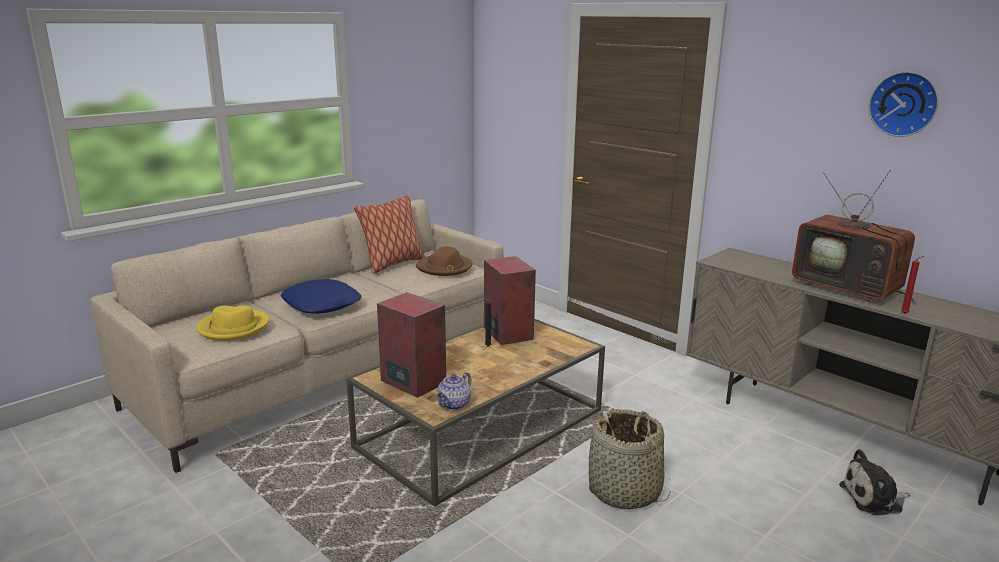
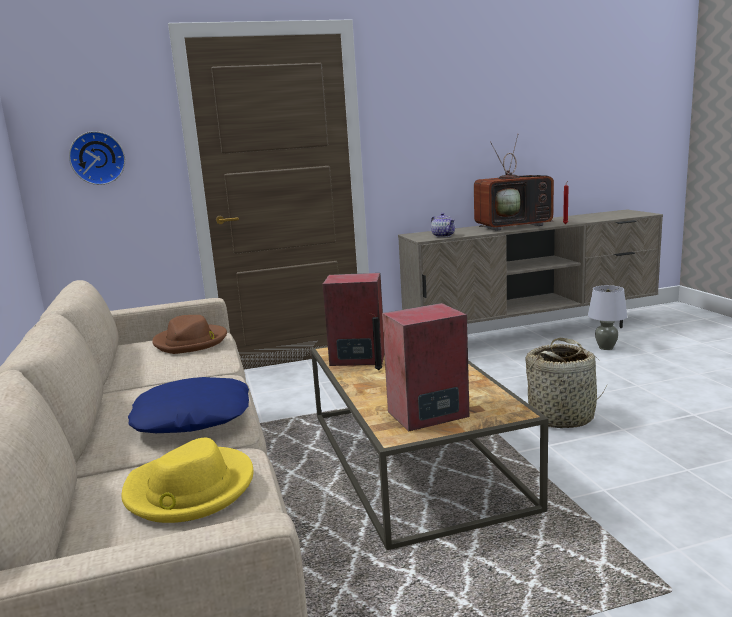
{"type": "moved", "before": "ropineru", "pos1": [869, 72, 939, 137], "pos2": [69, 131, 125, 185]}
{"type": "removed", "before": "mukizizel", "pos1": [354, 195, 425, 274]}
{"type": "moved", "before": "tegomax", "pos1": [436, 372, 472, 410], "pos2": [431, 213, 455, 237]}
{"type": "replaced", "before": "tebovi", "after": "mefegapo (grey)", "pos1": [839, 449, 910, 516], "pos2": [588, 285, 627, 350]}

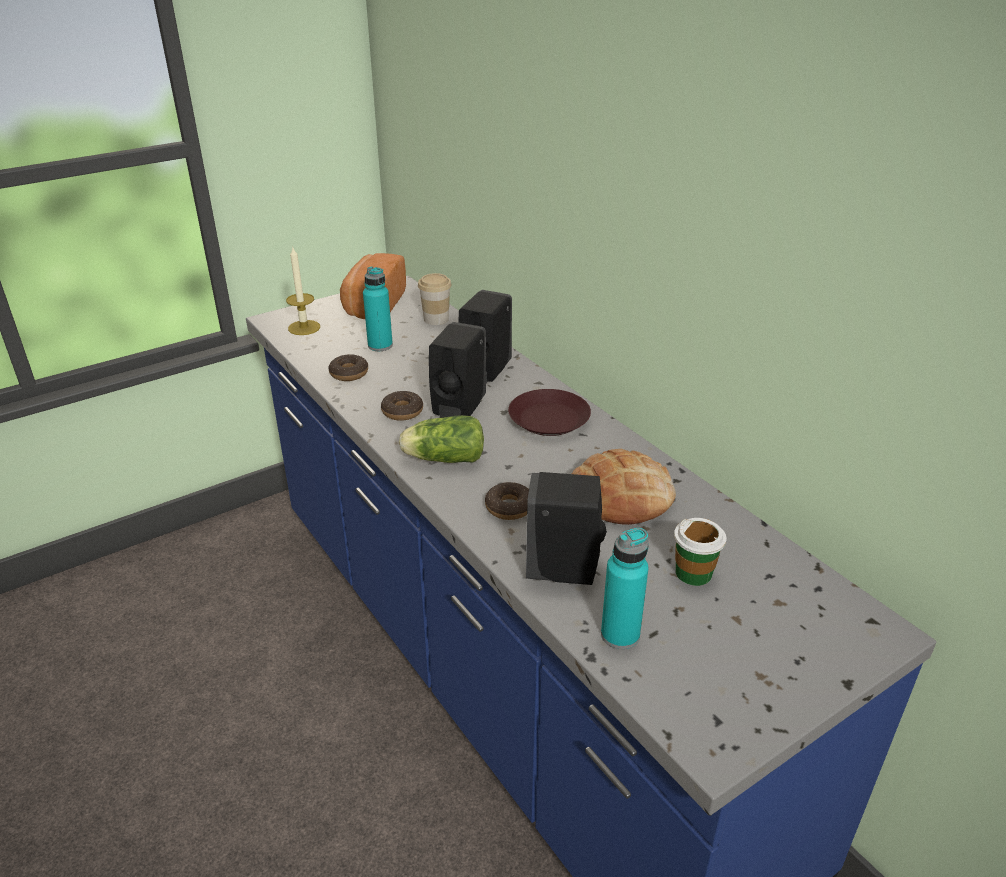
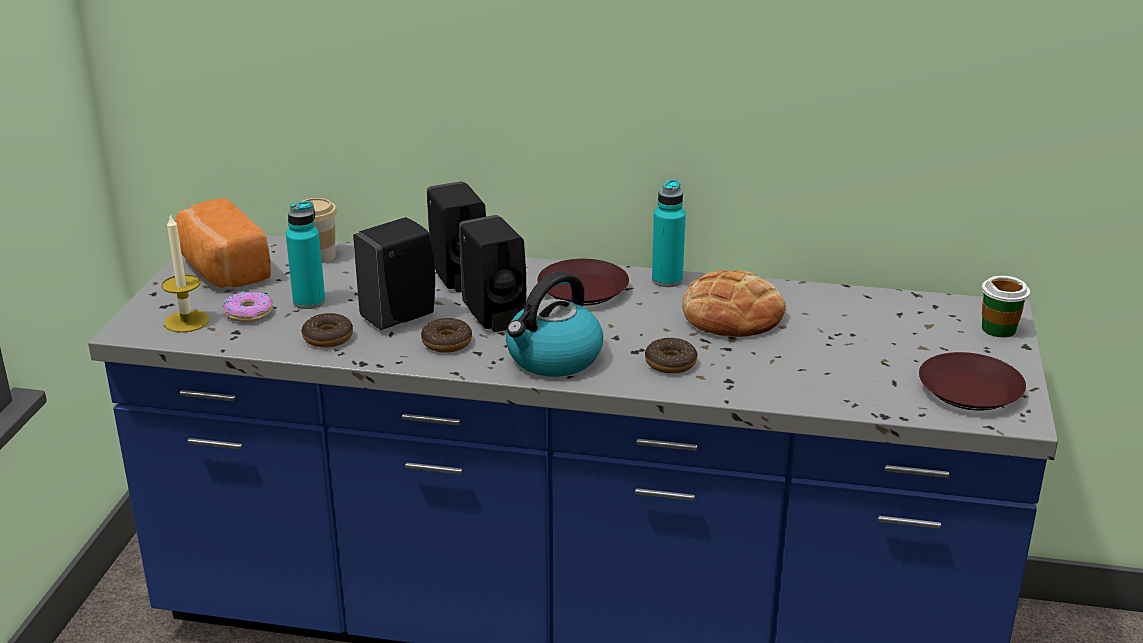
{"type": "replaced", "before": "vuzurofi", "after": "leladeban", "pos1": [399, 415, 484, 463], "pos2": [506, 271, 603, 377]}
{"type": "moved", "before": "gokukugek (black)", "pos1": [526, 472, 607, 585], "pos2": [353, 217, 435, 330]}
{"type": "moved", "before": "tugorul", "pos1": [674, 518, 727, 586], "pos2": [982, 276, 1030, 338]}
{"type": "moved", "before": "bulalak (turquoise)", "pos1": [601, 528, 649, 649], "pos2": [652, 179, 686, 287]}
{"type": "added", "after": "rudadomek", "pos2": [223, 292, 273, 322]}
{"type": "added", "after": "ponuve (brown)", "pos2": [919, 352, 1026, 411]}

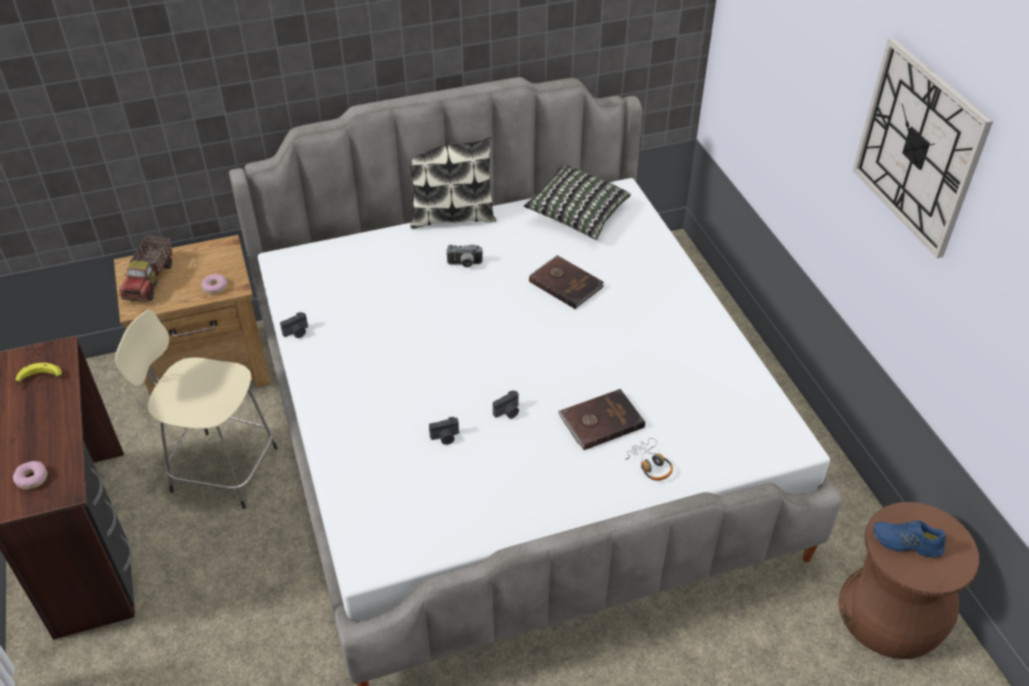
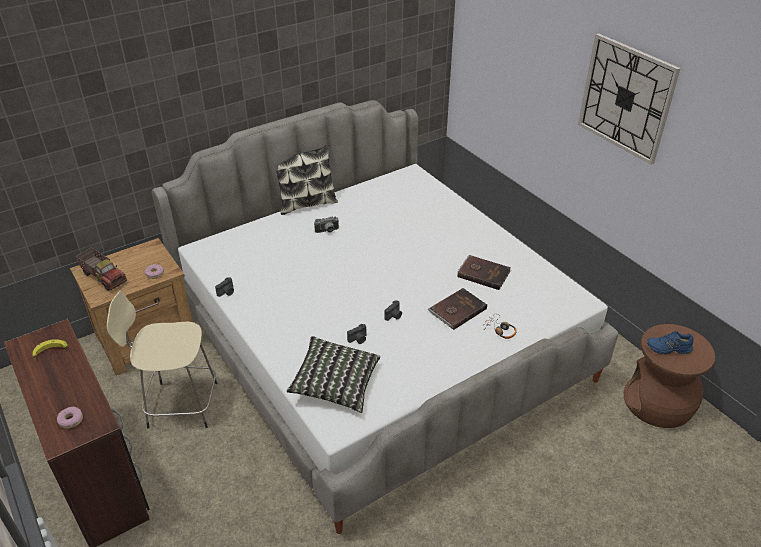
{"type": "moved", "before": "mukizizel", "pos1": [524, 165, 631, 240], "pos2": [287, 336, 380, 413]}
{"type": "turned", "before": "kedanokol", "pos1": [120, 236, 172, 302], "pos2": [76, 247, 127, 291], "turn": -45}
{"type": "moved", "before": "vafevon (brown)", "pos1": [529, 255, 604, 309], "pos2": [457, 255, 511, 290]}

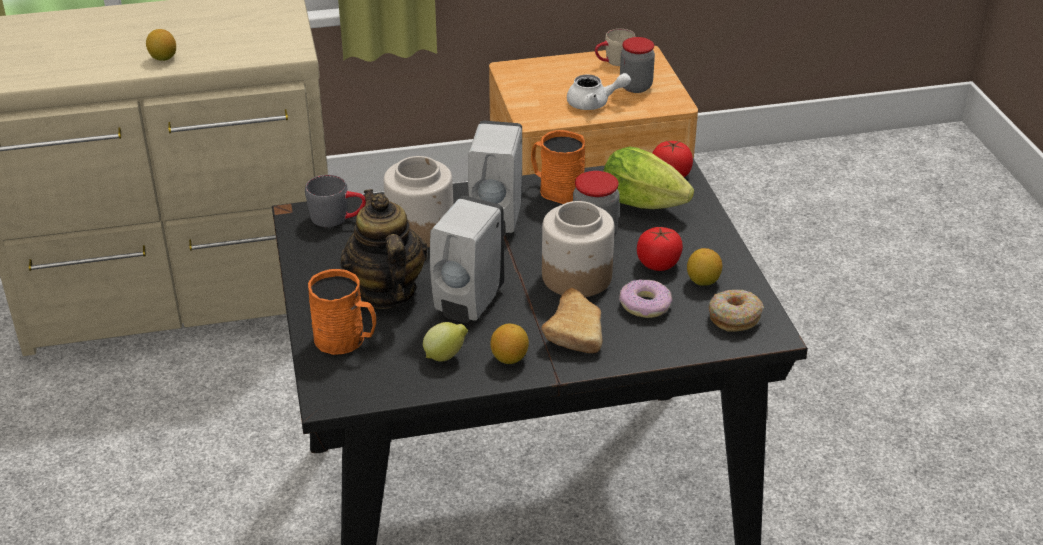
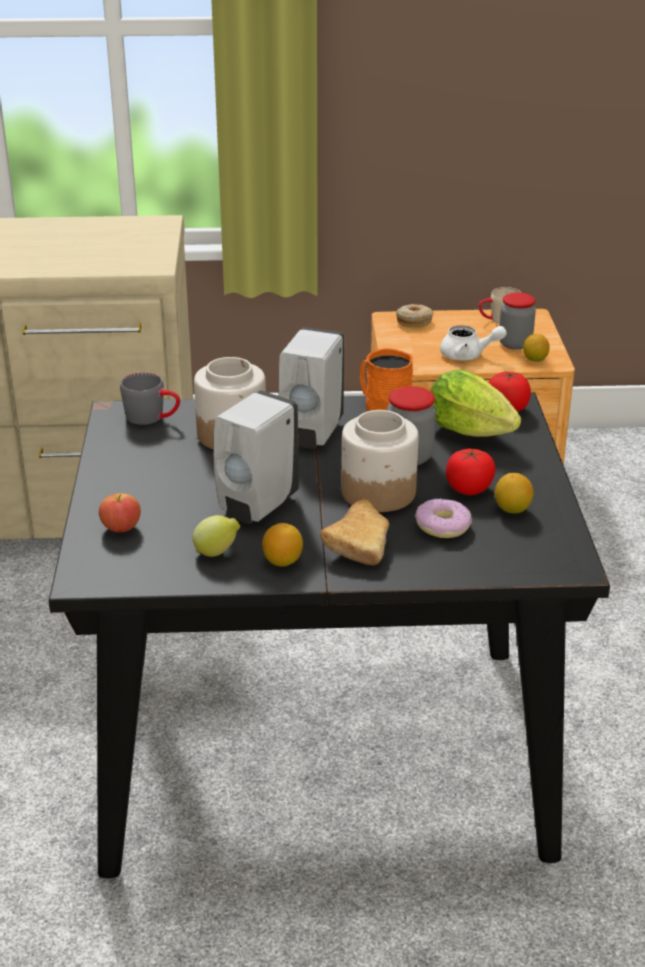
{"type": "moved", "before": "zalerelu", "pos1": [146, 29, 176, 61], "pos2": [523, 334, 550, 362]}
{"type": "removed", "before": "tegomax", "pos1": [340, 189, 428, 309]}
{"type": "replaced", "before": "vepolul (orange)", "after": "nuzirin", "pos1": [308, 269, 376, 355], "pos2": [99, 493, 141, 533]}
{"type": "moved", "before": "rudadomek", "pos1": [709, 290, 764, 332], "pos2": [396, 304, 433, 328]}

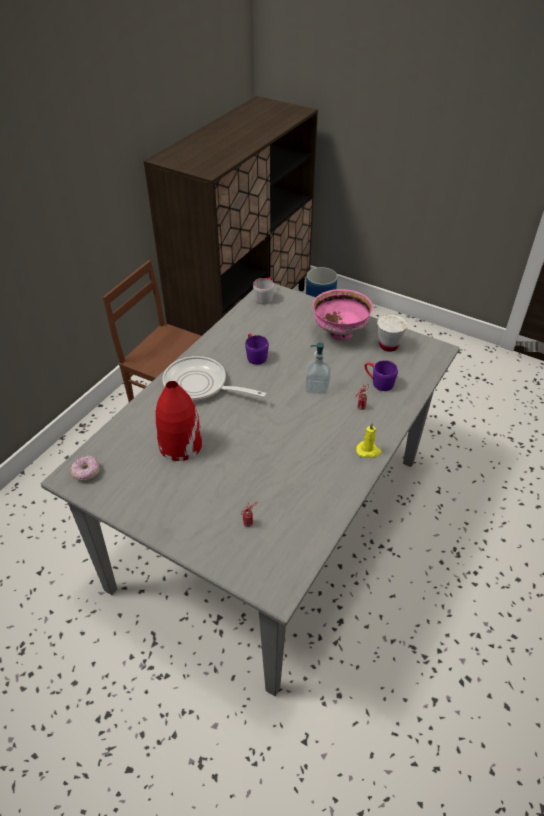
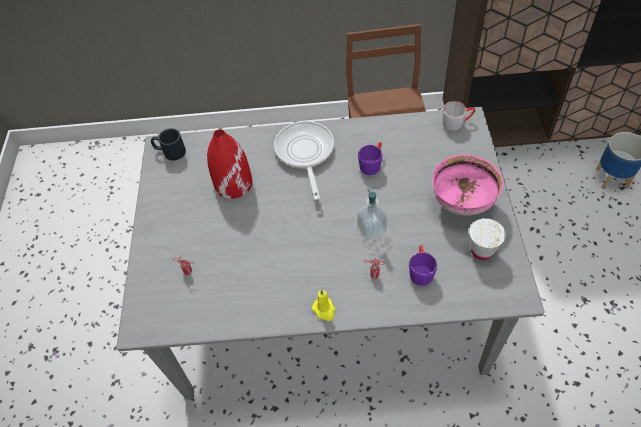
{"type": "replaced", "before": "rudadomek", "after": "vepolul (black)", "pos1": [70, 455, 100, 481], "pos2": [151, 128, 186, 160]}

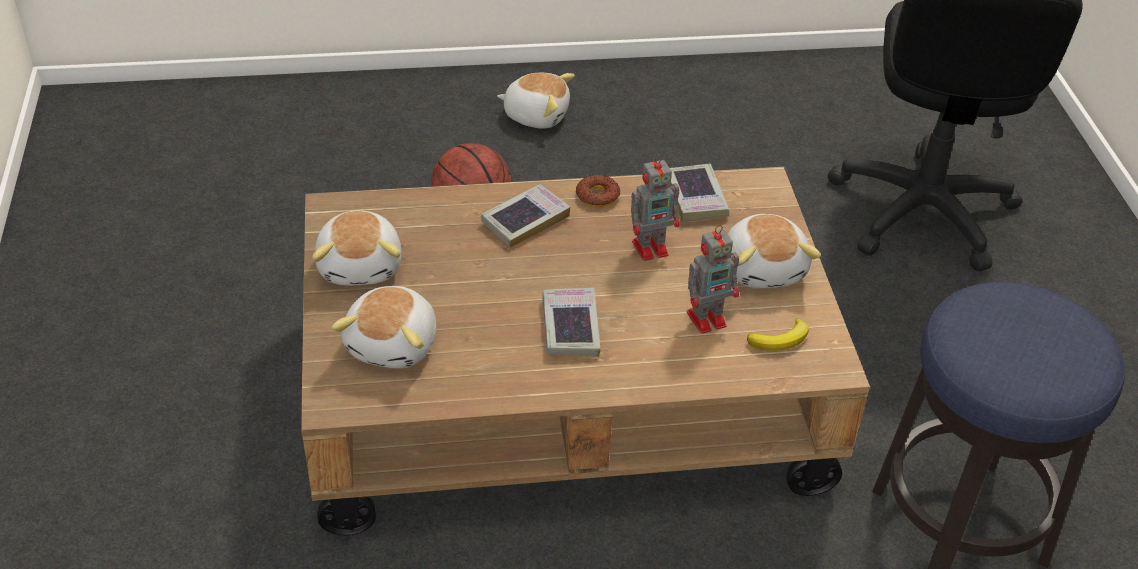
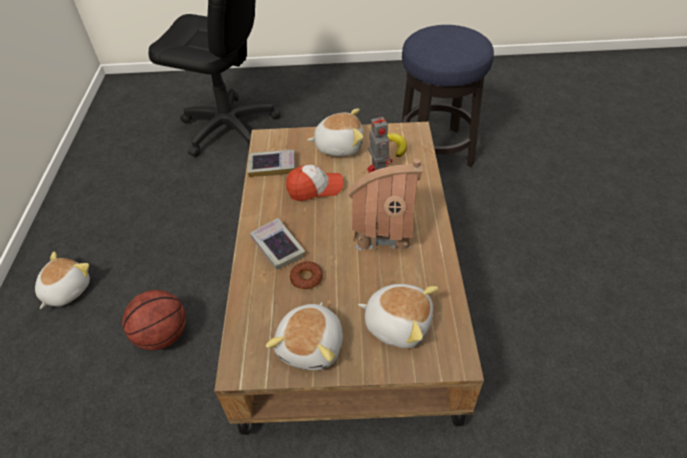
{"type": "replaced", "before": "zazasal", "after": "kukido", "pos1": [631, 155, 680, 261], "pos2": [286, 165, 344, 201]}
{"type": "moved", "before": "rudadomek", "pos1": [576, 174, 620, 207], "pos2": [290, 261, 323, 289]}
{"type": "turned", "before": "tebovi", "pos1": [312, 210, 401, 286], "pos2": [266, 302, 343, 371], "turn": 105}
{"type": "replaced", "before": "vafevon", "after": "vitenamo", "pos1": [542, 288, 601, 357], "pos2": [348, 159, 423, 255]}

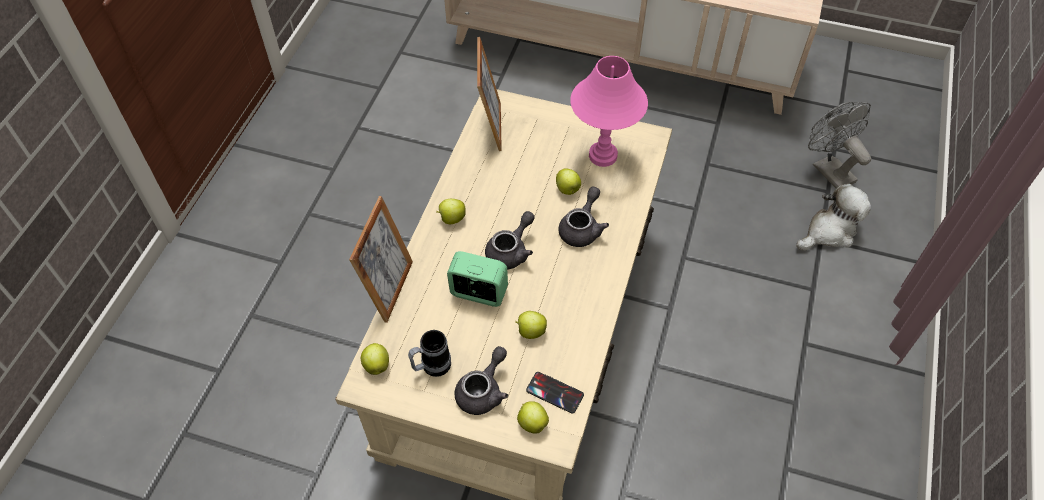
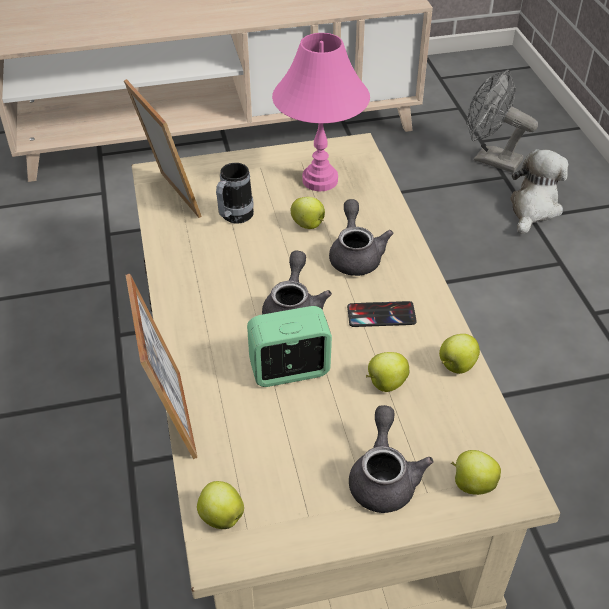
{"type": "moved", "before": "nuzirin", "pos1": [436, 199, 466, 224], "pos2": [439, 334, 480, 374]}
{"type": "moved", "before": "vepolul", "pos1": [408, 330, 451, 377], "pos2": [216, 163, 254, 223]}
{"type": "moved", "before": "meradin", "pos1": [526, 372, 584, 414], "pos2": [347, 301, 417, 327]}

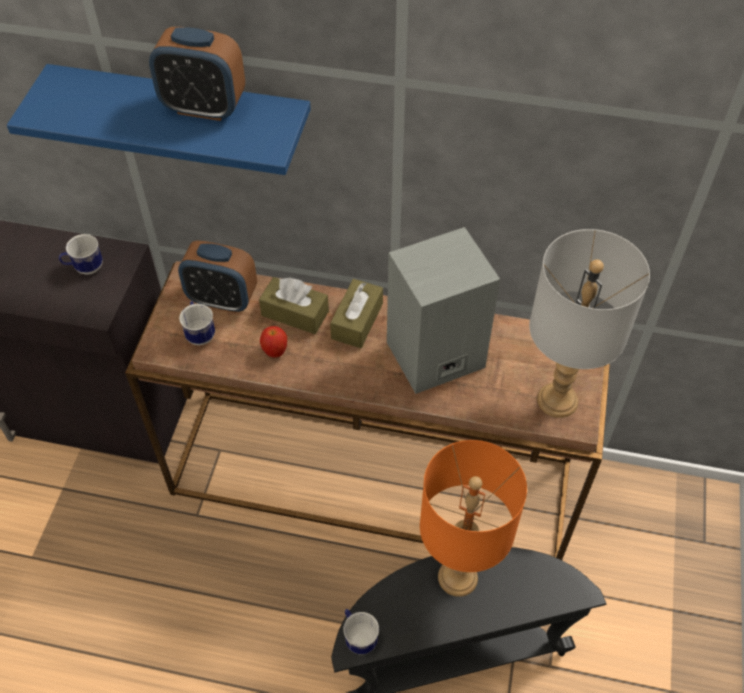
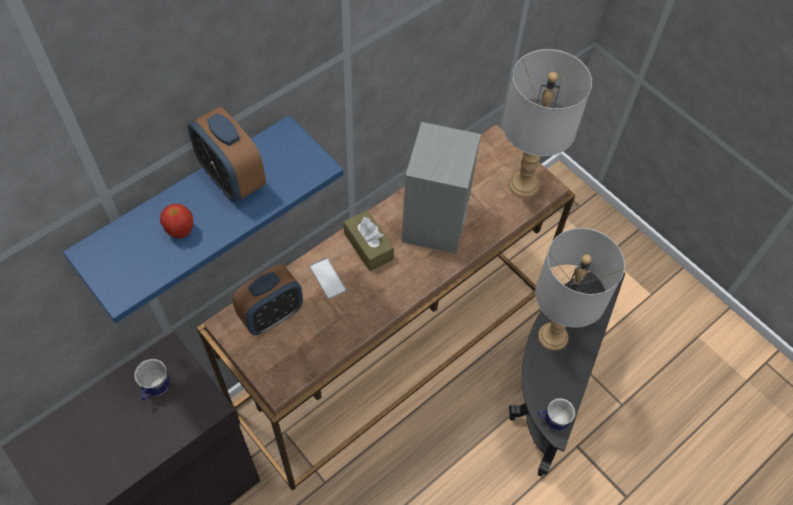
{"type": "turned", "before": "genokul", "pos1": [149, 27, 245, 121], "pos2": [188, 107, 266, 202], "turn": 90}
{"type": "replaced", "before": "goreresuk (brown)", "after": "meradin", "pos1": [259, 277, 329, 334], "pos2": [310, 258, 346, 299]}
{"type": "removed", "before": "vepolul", "pos1": [179, 301, 215, 345]}
{"type": "moved", "before": "nuzirin", "pos1": [260, 326, 287, 358], "pos2": [160, 204, 193, 239]}
{"type": "recoloured", "before": "mefegapo (orange)", "after": "mefegapo (grey)", "pos1": [420, 440, 527, 597], "pos2": [535, 228, 625, 351]}

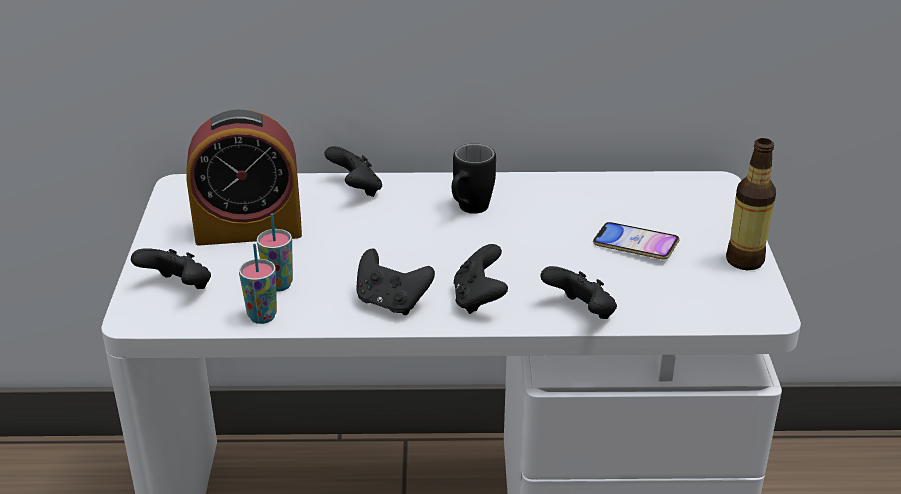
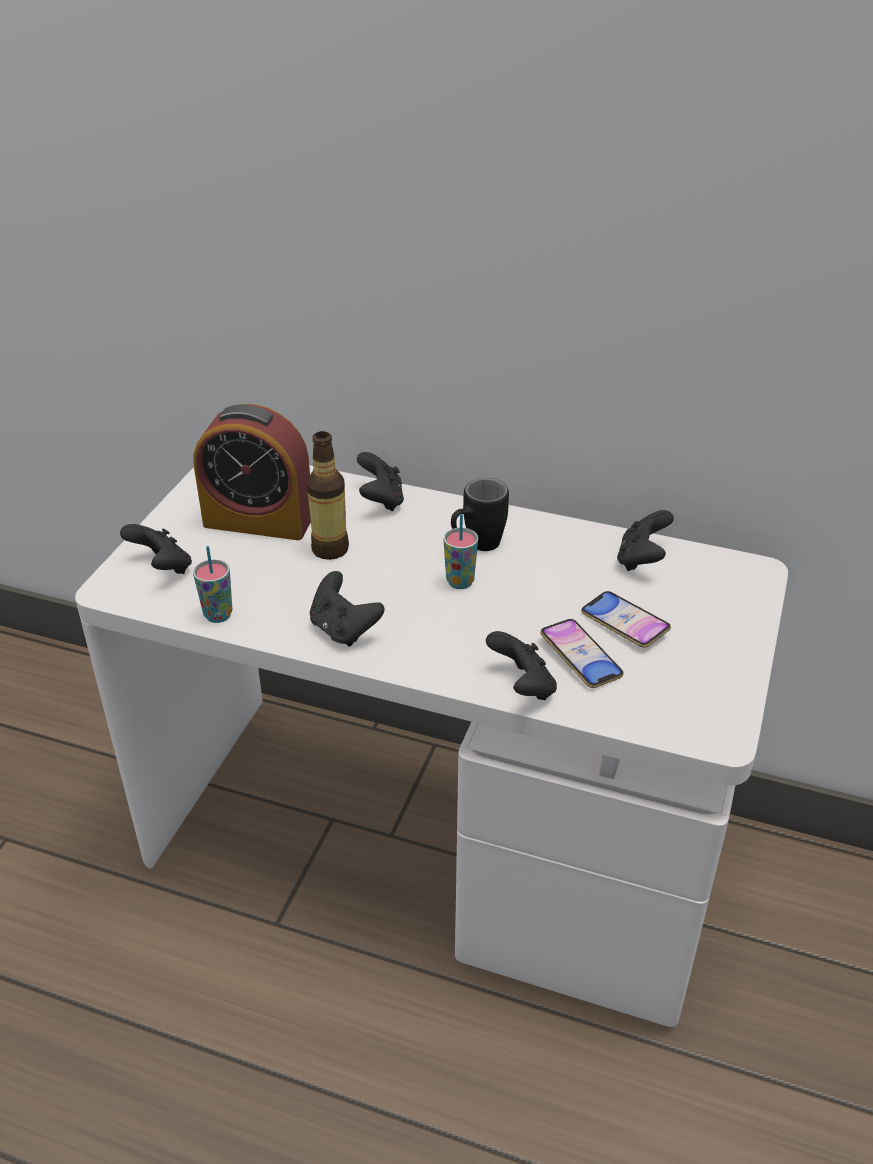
{"type": "moved", "before": "bulalak", "pos1": [726, 138, 776, 270], "pos2": [306, 431, 349, 560]}
{"type": "moved", "before": "tugorul", "pos1": [257, 214, 293, 292], "pos2": [444, 514, 478, 589]}
{"type": "moved", "before": "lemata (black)", "pos1": [454, 244, 508, 314], "pos2": [617, 510, 674, 571]}
{"type": "added", "after": "meradin", "pos2": [540, 619, 624, 688]}

